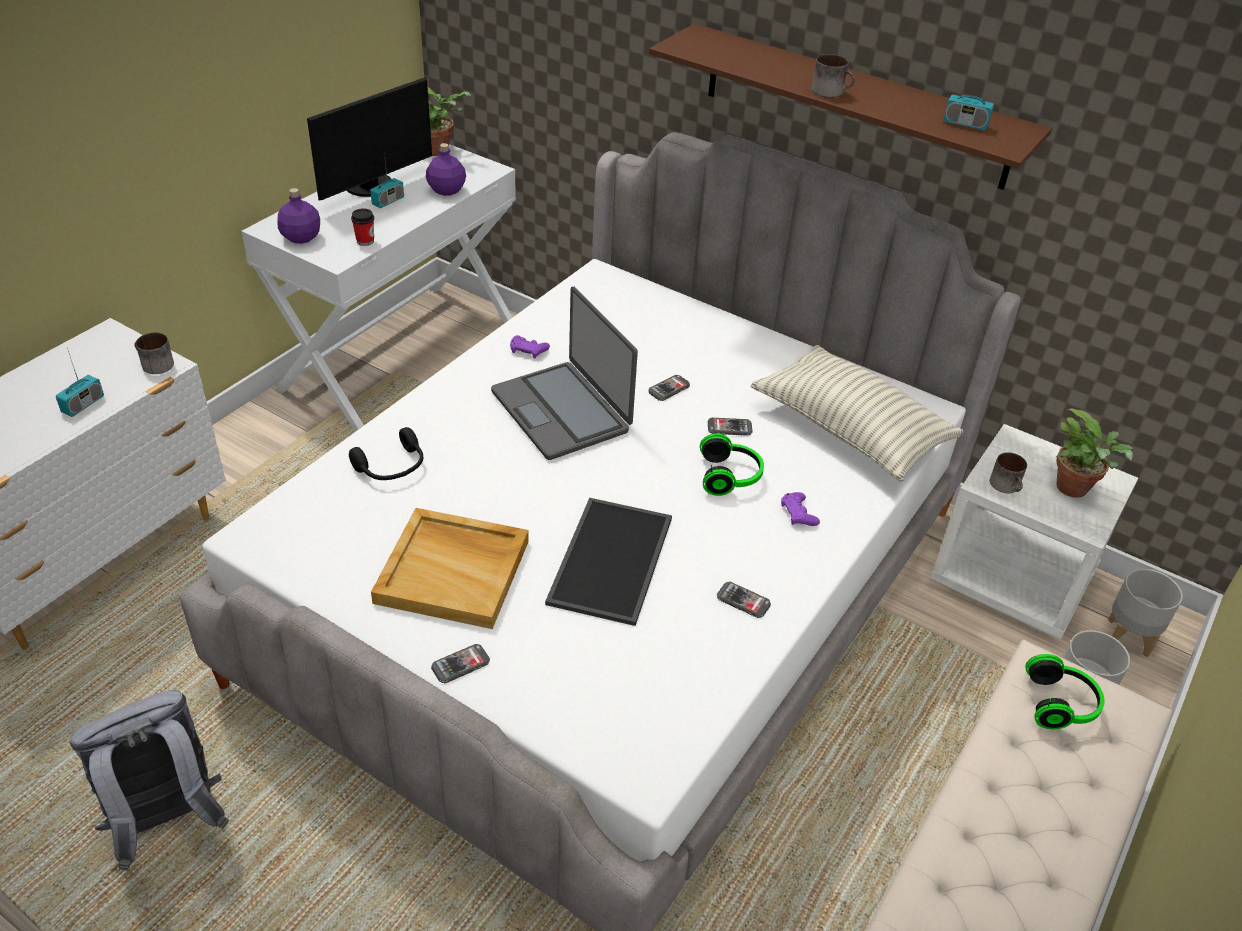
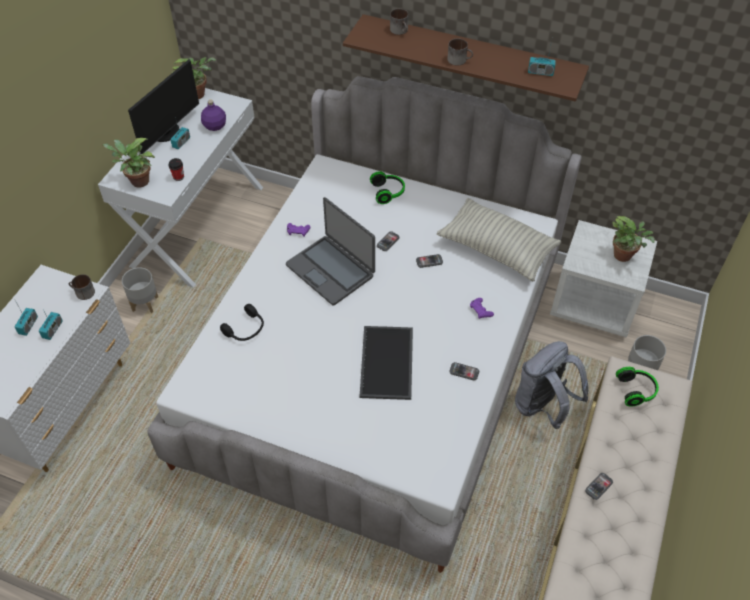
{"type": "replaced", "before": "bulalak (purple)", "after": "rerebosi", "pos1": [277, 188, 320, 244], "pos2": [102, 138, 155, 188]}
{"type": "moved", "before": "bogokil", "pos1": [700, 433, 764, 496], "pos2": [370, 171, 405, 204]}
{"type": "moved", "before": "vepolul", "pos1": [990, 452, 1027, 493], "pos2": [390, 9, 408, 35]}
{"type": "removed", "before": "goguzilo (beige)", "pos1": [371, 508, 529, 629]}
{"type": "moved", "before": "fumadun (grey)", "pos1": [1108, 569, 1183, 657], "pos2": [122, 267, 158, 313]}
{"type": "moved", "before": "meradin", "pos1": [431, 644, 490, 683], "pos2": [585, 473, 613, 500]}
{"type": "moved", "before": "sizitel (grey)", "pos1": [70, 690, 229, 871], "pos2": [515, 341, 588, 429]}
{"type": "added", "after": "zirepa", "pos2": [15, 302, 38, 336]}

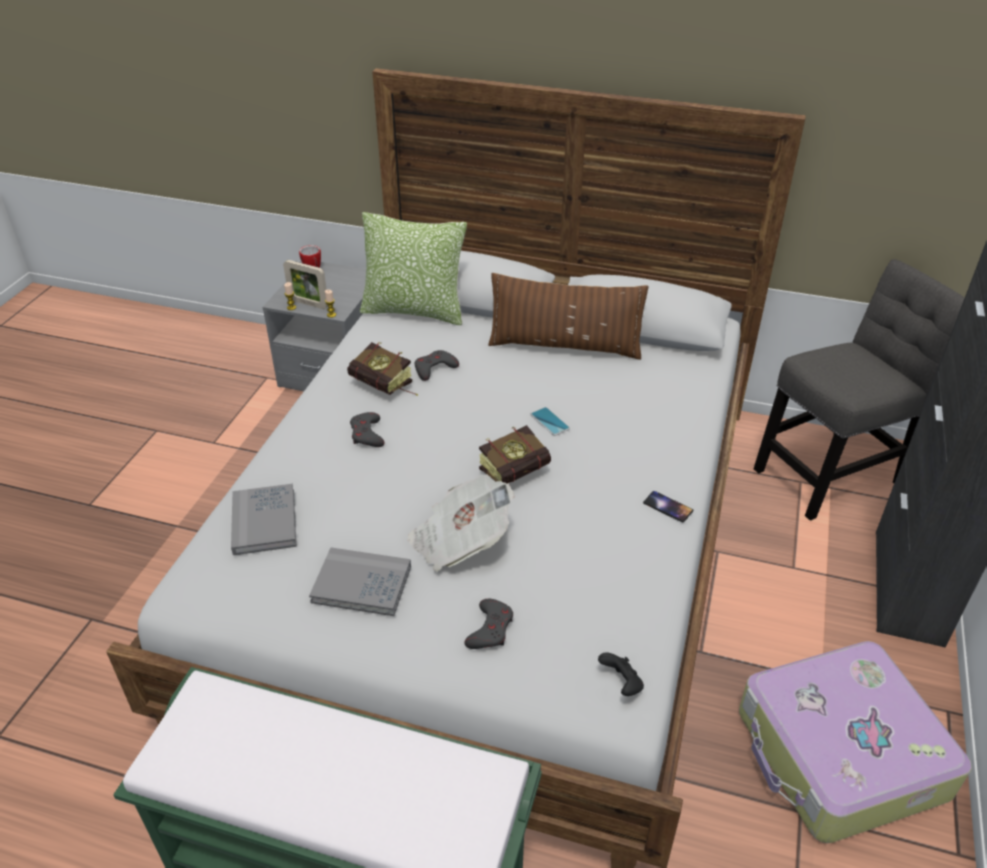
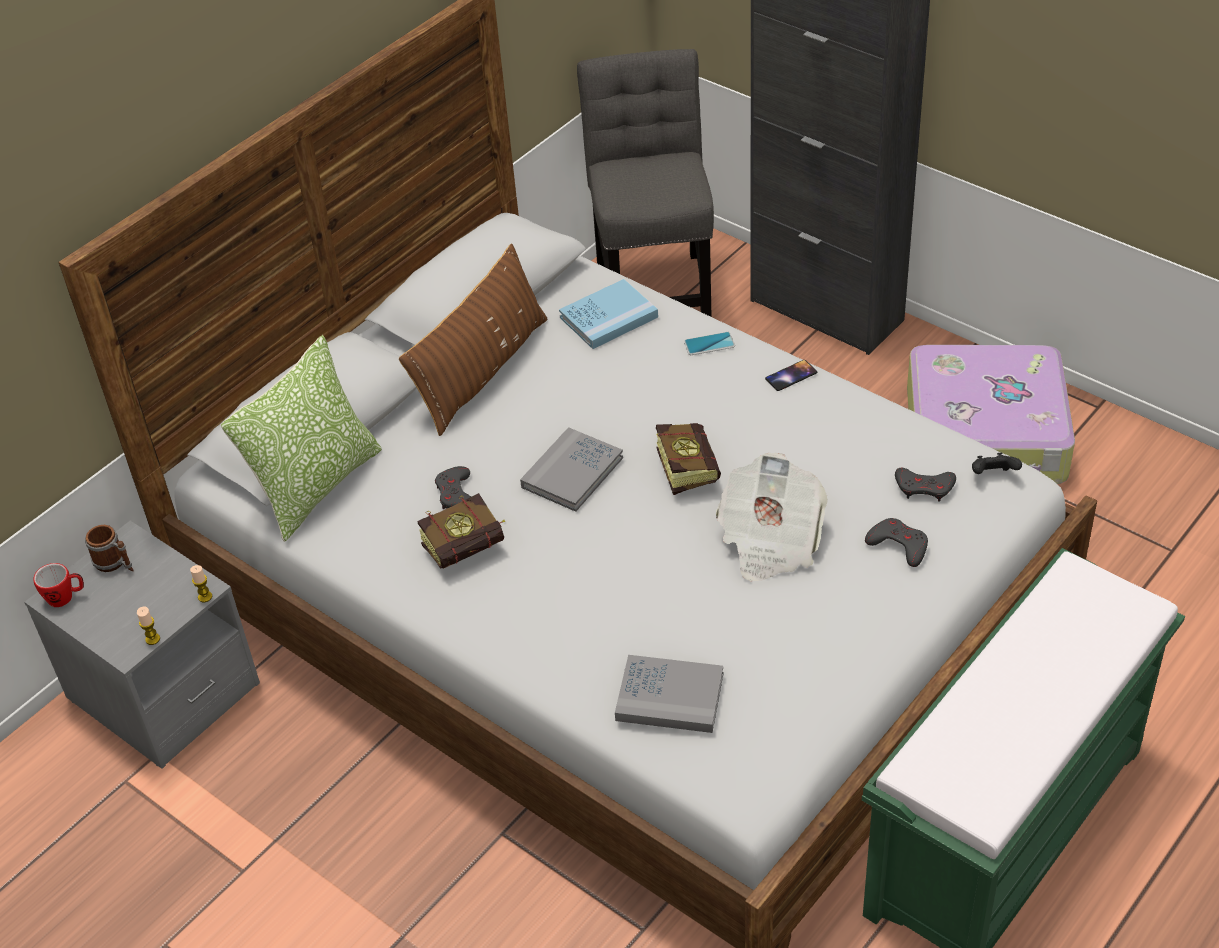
{"type": "removed", "before": "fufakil", "pos1": [283, 260, 328, 309]}
{"type": "moved", "before": "meradin", "pos1": [530, 407, 570, 436], "pos2": [684, 332, 735, 355]}
{"type": "moved", "before": "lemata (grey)", "pos1": [350, 412, 384, 447], "pos2": [895, 468, 956, 502]}
{"type": "moved", "before": "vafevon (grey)", "pos1": [309, 547, 411, 616], "pos2": [520, 427, 623, 512]}
{"type": "added", "after": "vafevon (blue)", "pos2": [559, 279, 658, 349]}
{"type": "added", "after": "vepolul", "pos2": [85, 525, 134, 572]}

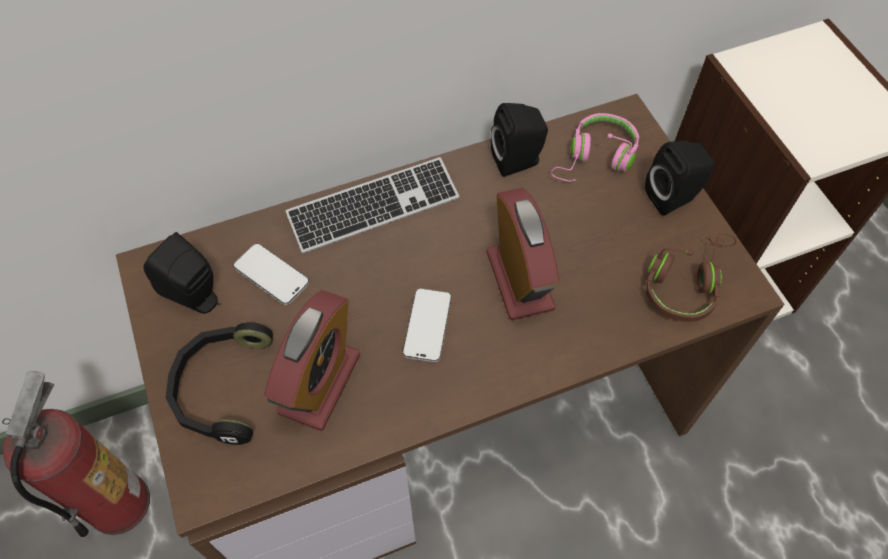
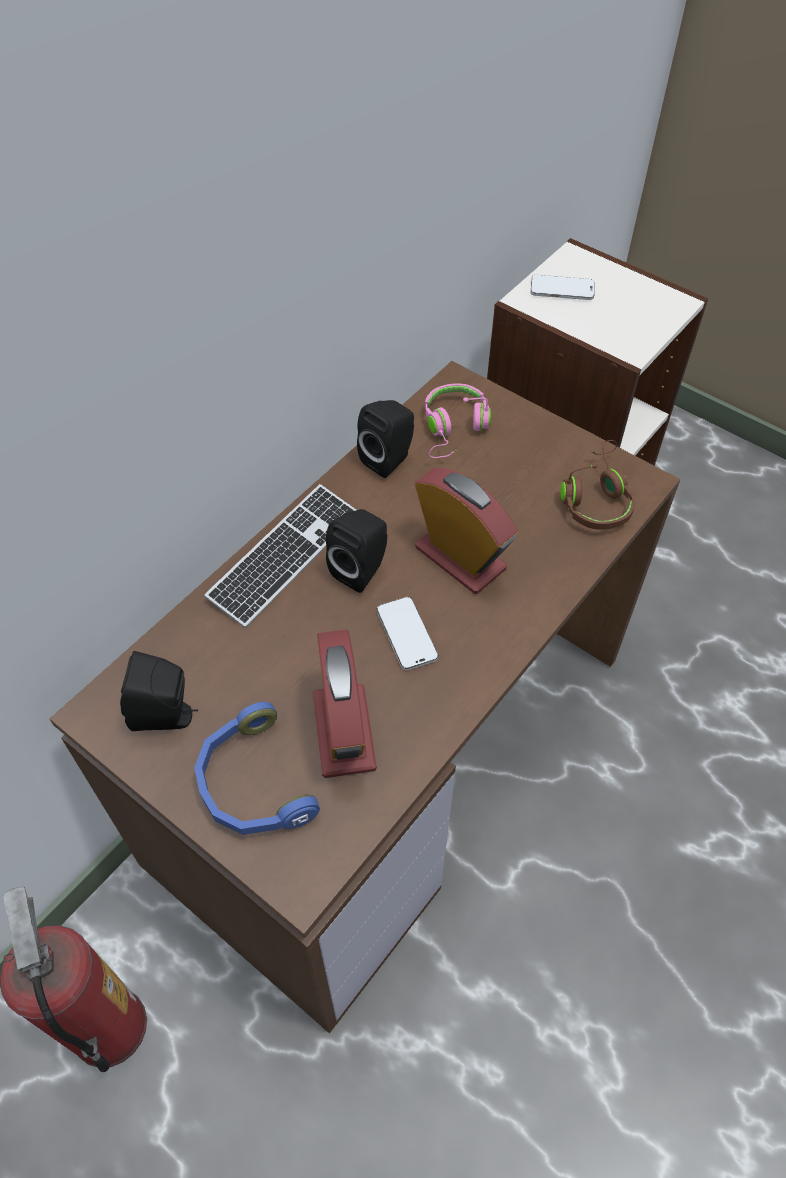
{"type": "moved", "before": "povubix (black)", "pos1": [645, 141, 715, 216], "pos2": [326, 509, 387, 593]}
{"type": "moved", "before": "meradin", "pos1": [233, 244, 309, 305], "pos2": [531, 275, 595, 300]}
{"type": "recoloured", "before": "bogokil (black)", "after": "bogokil (blue)", "pos1": [166, 322, 273, 445], "pos2": [194, 702, 320, 835]}

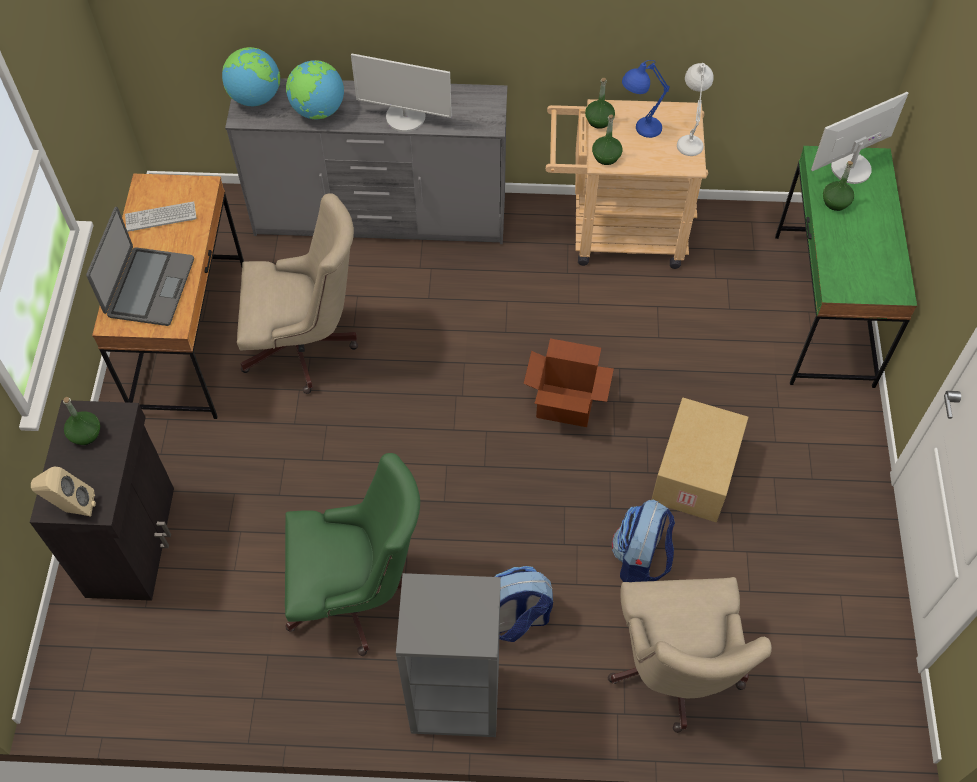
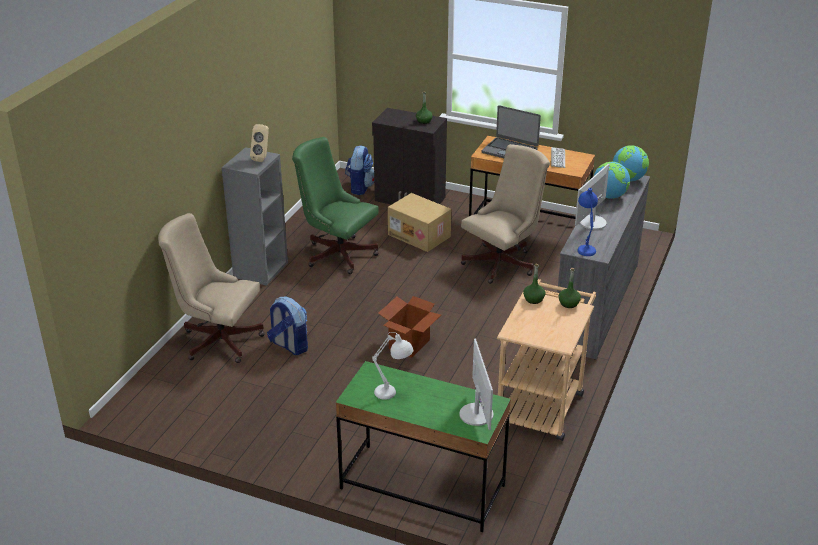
{"type": "moved", "before": "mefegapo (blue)", "pos1": [622, 60, 670, 138], "pos2": [577, 187, 598, 256]}
{"type": "moved", "before": "mefegapo (white)", "pos1": [677, 63, 714, 156], "pos2": [372, 332, 413, 400]}
{"type": "removed", "before": "bulalak (green)", "pos1": [823, 161, 854, 211]}
{"type": "turned", "before": "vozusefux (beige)", "pos1": [237, 193, 358, 394], "pos2": [461, 144, 550, 284], "turn": -150}
{"type": "moved", "before": "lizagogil", "pos1": [651, 398, 748, 522], "pos2": [388, 193, 451, 252]}
{"type": "turned", "before": "vozusefux (green)", "pos1": [285, 453, 420, 656], "pos2": [292, 137, 379, 274], "turn": 105}
{"type": "moved", "before": "povubix (beige)", "pos1": [31, 467, 96, 517], "pos2": [250, 124, 269, 162]}
{"type": "moved", "before": "sizitel", "pos1": [495, 566, 553, 642], "pos2": [345, 145, 374, 195]}

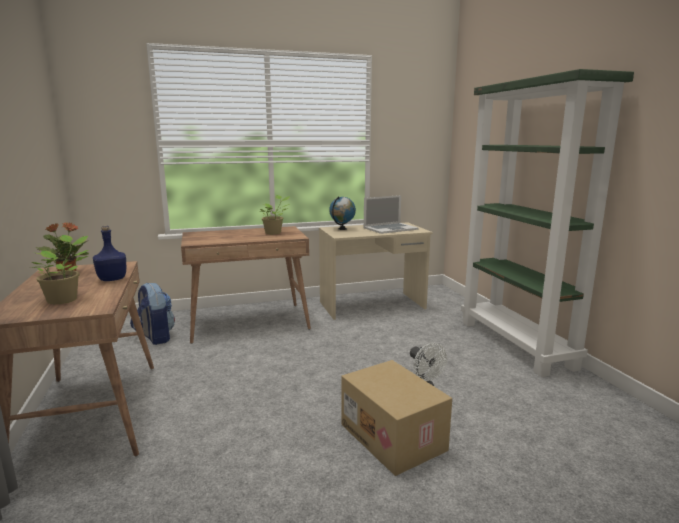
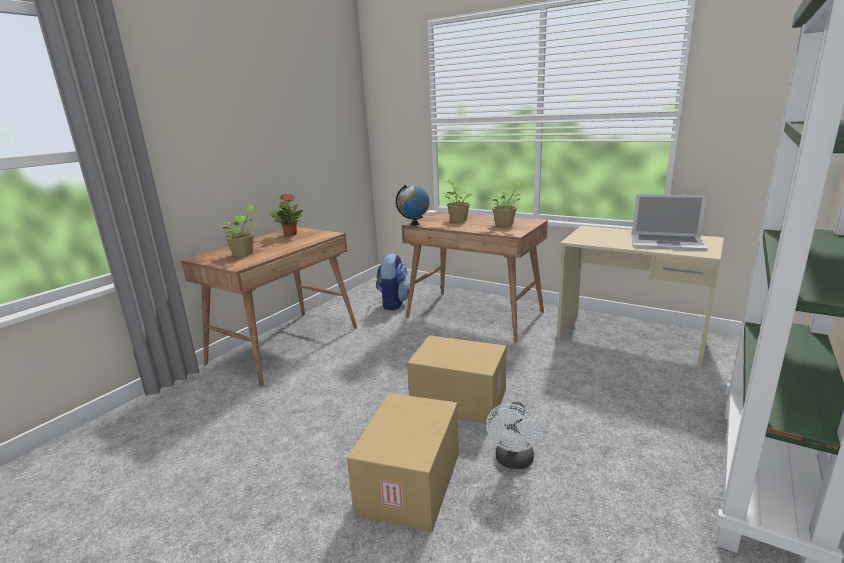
{"type": "moved", "before": "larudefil", "pos1": [329, 196, 356, 230], "pos2": [396, 185, 429, 226]}
{"type": "removed", "before": "bulalak (blue)", "pos1": [93, 226, 126, 281]}
{"type": "added", "after": "rerebosi", "pos2": [442, 179, 473, 222]}
{"type": "added", "after": "lizagogil", "pos2": [407, 335, 506, 424]}

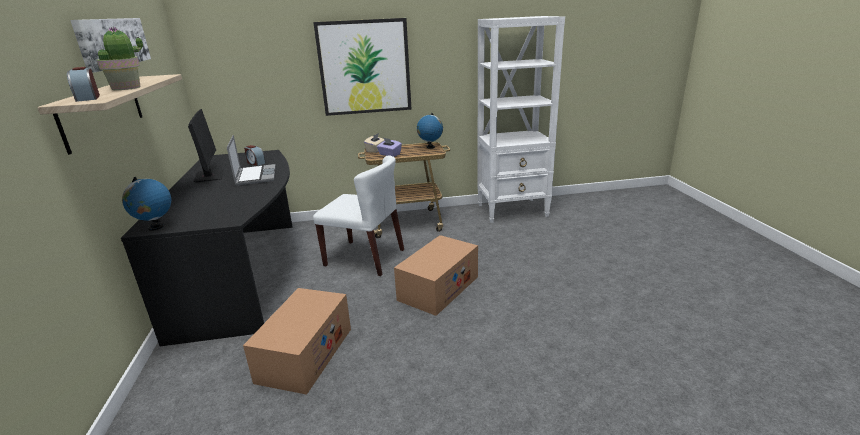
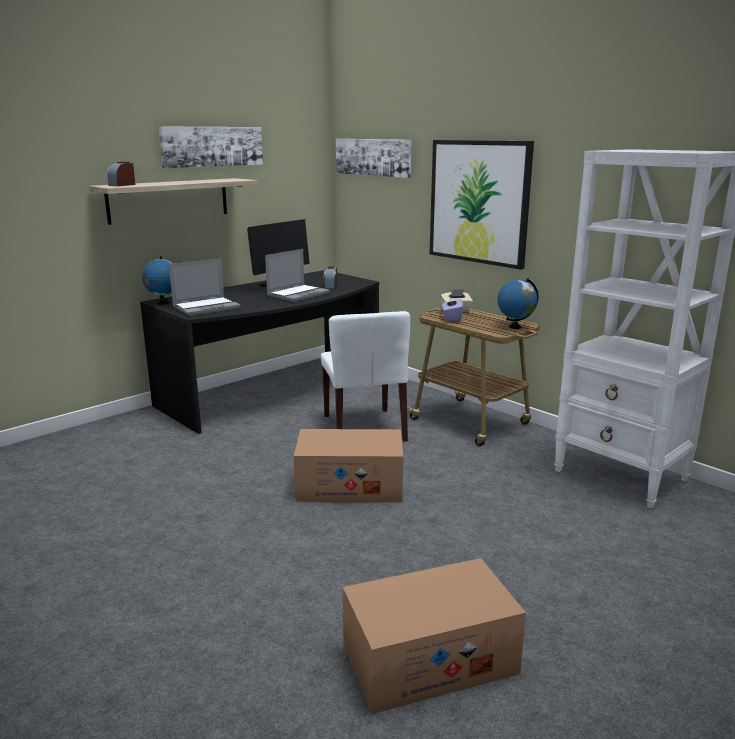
{"type": "removed", "before": "rerebosi", "pos1": [97, 27, 143, 90]}
{"type": "moved", "before": "lizagogil", "pos1": [243, 288, 351, 395], "pos2": [343, 558, 526, 714]}
{"type": "added", "after": "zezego", "pos2": [336, 139, 412, 178]}
{"type": "added", "after": "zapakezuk", "pos2": [169, 258, 240, 316]}

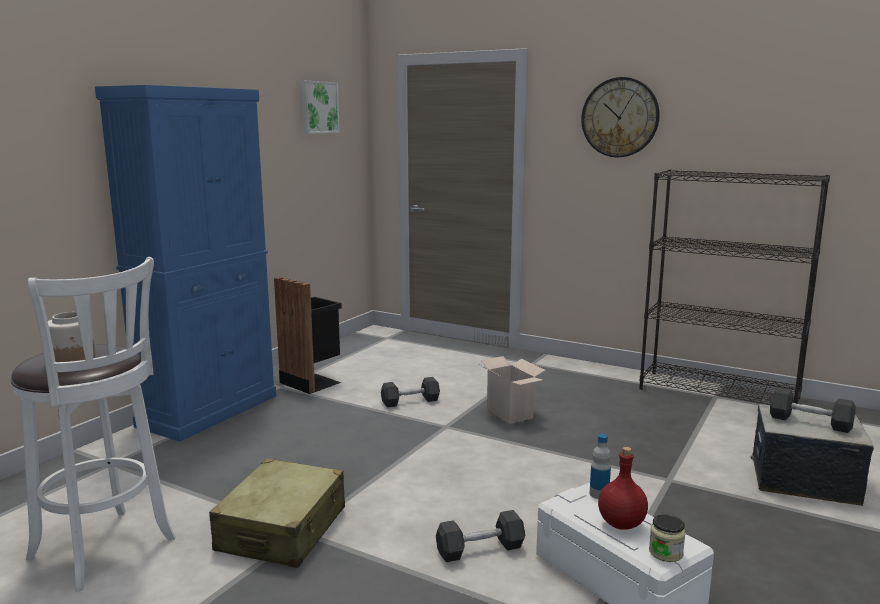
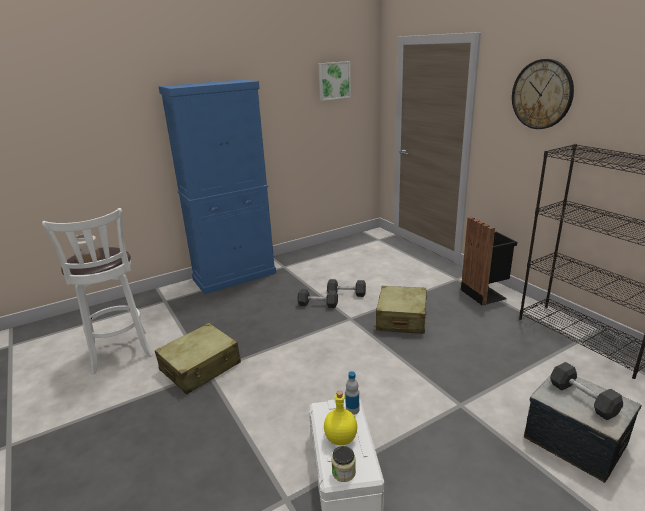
{"type": "moved", "before": "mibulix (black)", "pos1": [274, 277, 342, 394], "pos2": [461, 217, 517, 305]}
{"type": "replaced", "before": "lizagogil", "after": "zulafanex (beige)", "pos1": [479, 356, 546, 424], "pos2": [376, 286, 427, 334]}
{"type": "recoloured", "before": "bulalak (red)", "after": "bulalak (yellow)", "pos1": [598, 447, 648, 530], "pos2": [324, 391, 357, 445]}
{"type": "moved", "before": "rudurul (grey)", "pos1": [436, 510, 525, 562], "pos2": [297, 289, 338, 308]}

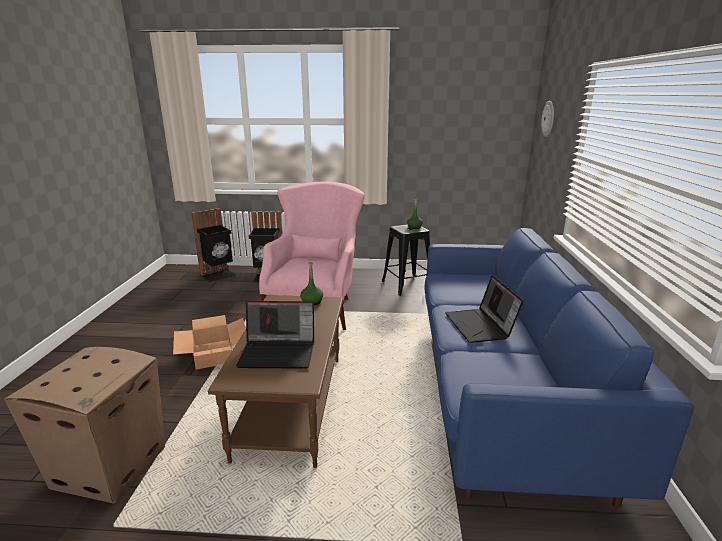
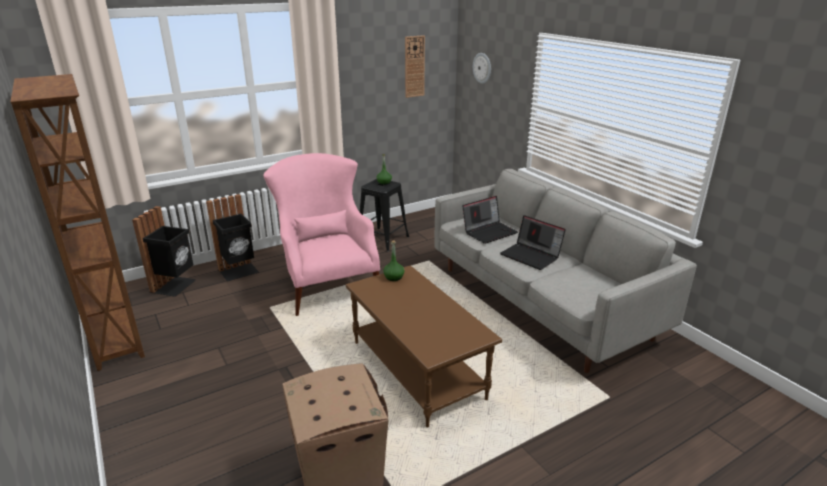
{"type": "recoloured", "before": "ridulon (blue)", "after": "ridulon (grey)", "pos1": [424, 228, 694, 508], "pos2": [434, 169, 697, 373]}
{"type": "moved", "before": "zapakezuk", "pos1": [236, 301, 314, 369], "pos2": [462, 196, 518, 244]}
{"type": "removed", "before": "lizagogil", "pos1": [173, 315, 246, 370]}
{"type": "added", "after": "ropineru", "pos2": [405, 35, 425, 98]}
{"type": "added", "after": "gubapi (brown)", "pos2": [10, 74, 145, 371]}

